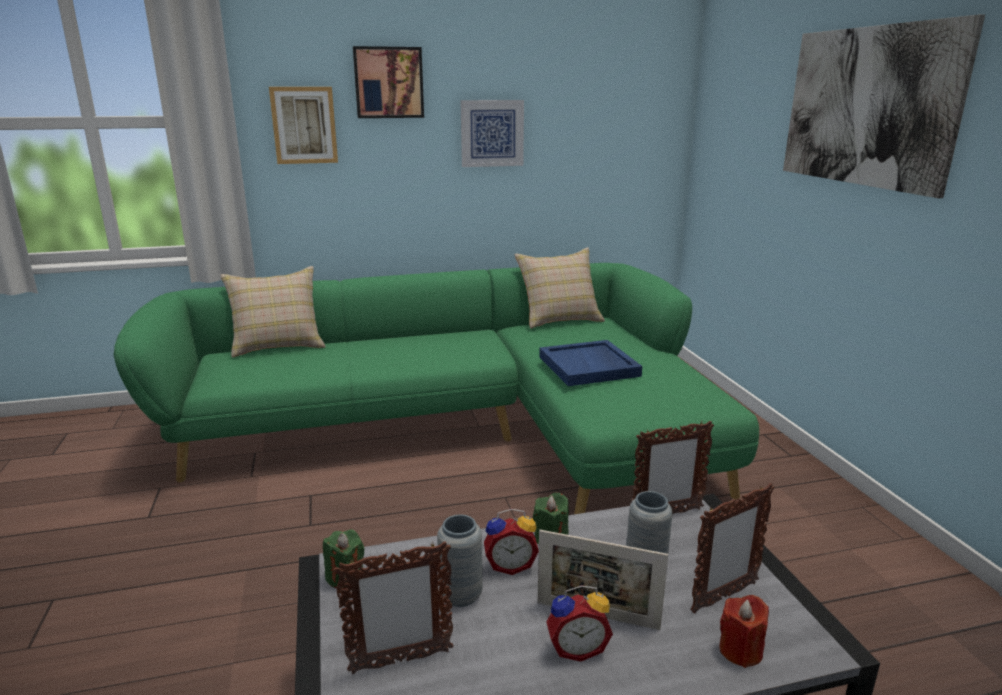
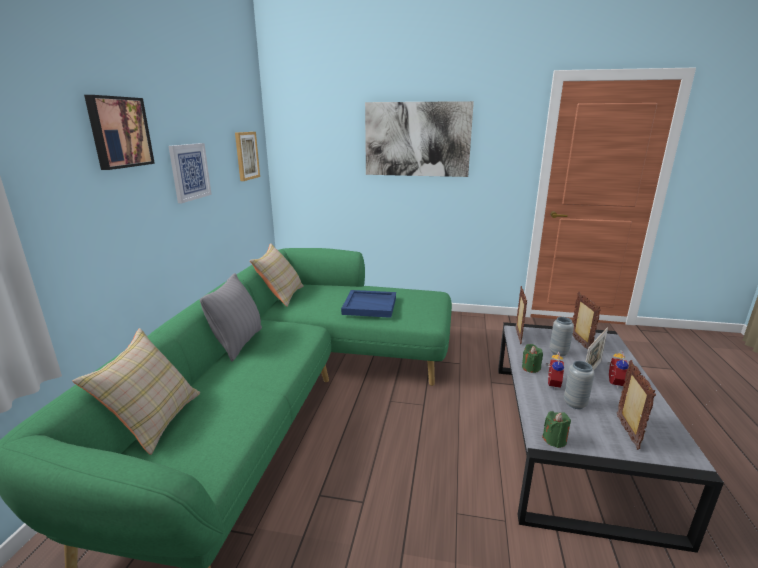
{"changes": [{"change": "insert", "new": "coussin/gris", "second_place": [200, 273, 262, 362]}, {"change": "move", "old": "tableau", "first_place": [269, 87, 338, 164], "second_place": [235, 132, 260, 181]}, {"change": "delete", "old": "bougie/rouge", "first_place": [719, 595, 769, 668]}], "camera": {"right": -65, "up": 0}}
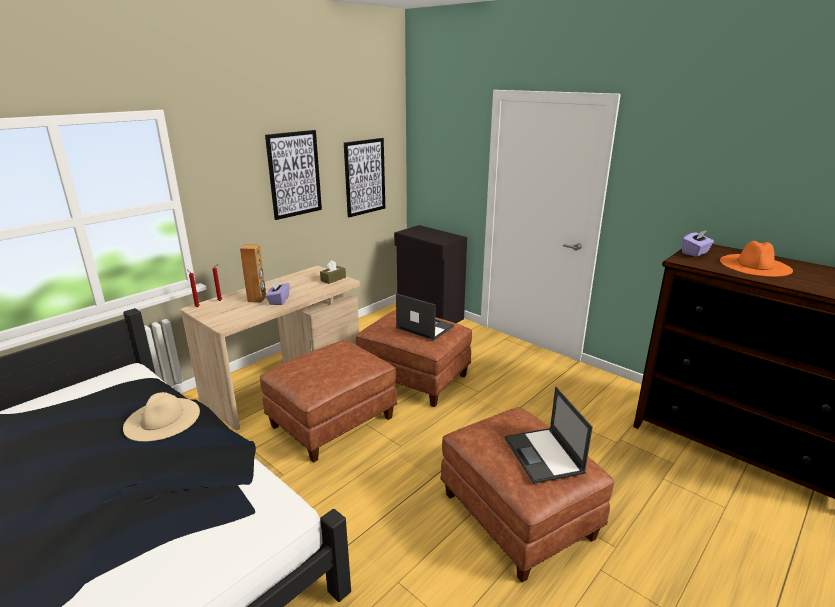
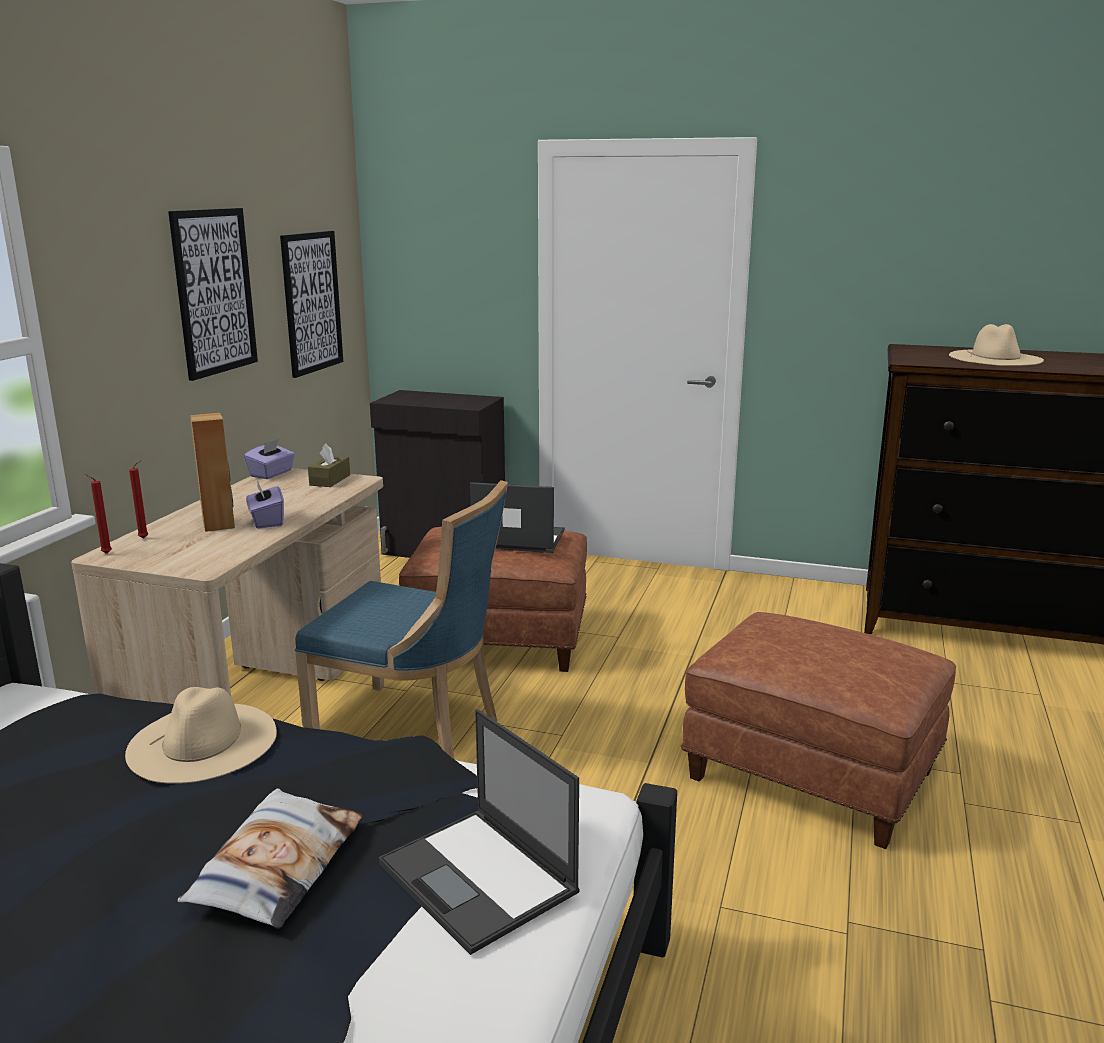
{"changes": [{"change": "insert", "new": "coussin", "second_place": [177, 789, 363, 929]}, {"change": "move", "old": "boîte à mouchoirs/violet", "first_place": [682, 230, 714, 257], "second_place": [244, 439, 295, 479]}, {"change": "replace", "old": "pouf/marron", "new": "chaise/bleu", "first_place": [260, 340, 397, 463], "second_place": [295, 480, 508, 759]}, {"change": "move", "old": "ordinateur portable", "first_place": [505, 387, 593, 484], "second_place": [379, 709, 580, 955]}, {"change": "recolor", "old": "chapeau/orange", "new": "chapeau/beige", "first_place": [720, 241, 793, 277], "second_place": [949, 324, 1044, 366]}], "camera": {"right": -25, "up": -5}}
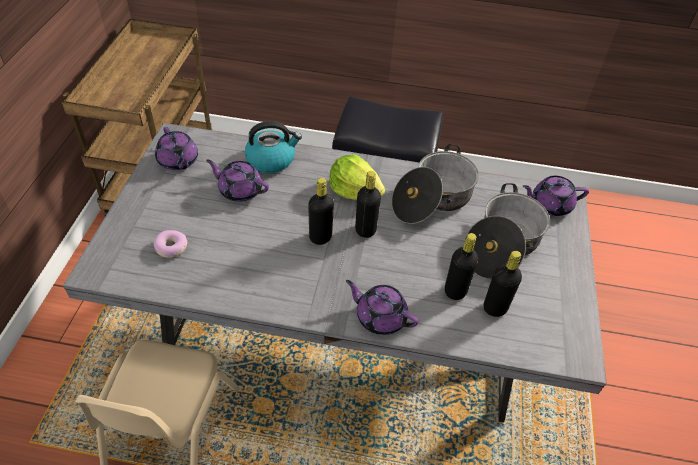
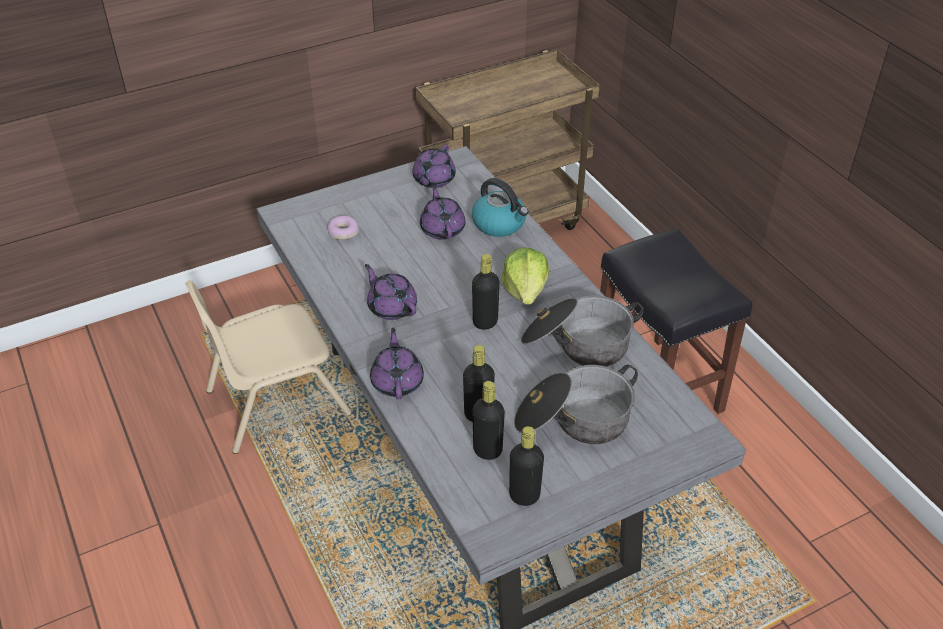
{"changes": [{"change": "move", "old": "théière/violet", "first_place": [523, 176, 589, 216], "second_place": [365, 264, 417, 320]}, {"change": "move", "old": "bouteille/noir", "first_place": [308, 178, 334, 245], "second_place": [509, 426, 544, 506]}], "camera": {"right": 55, "up": -5}}
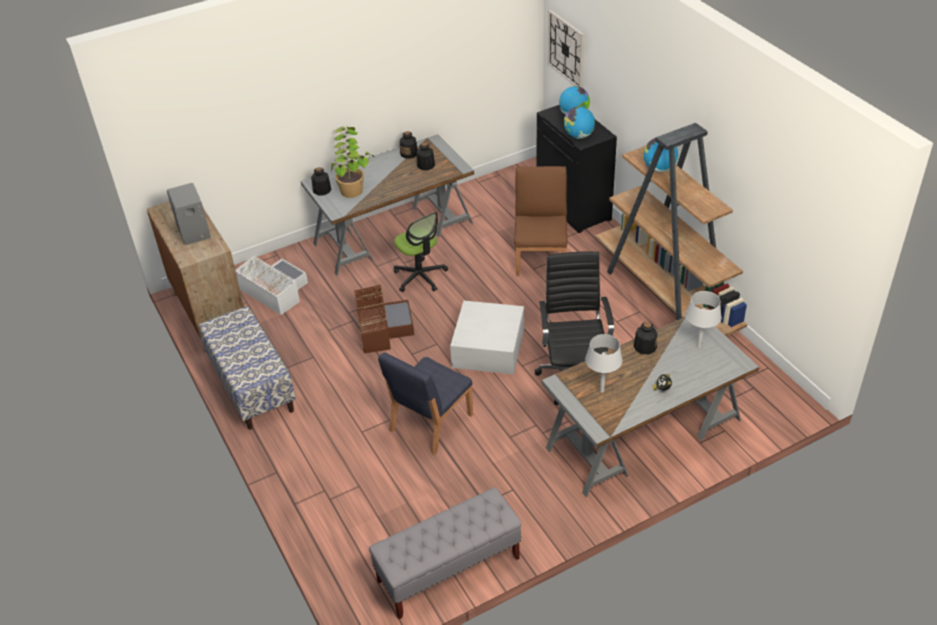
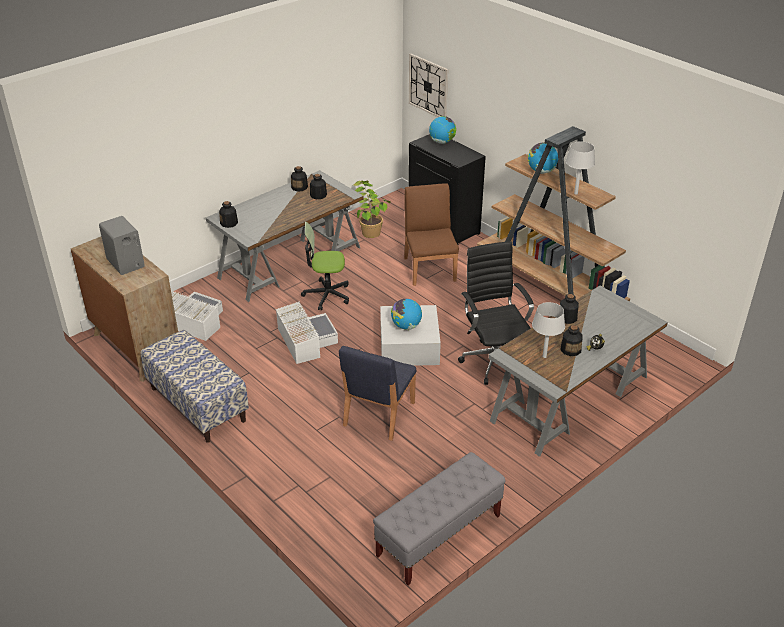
{"changes": [{"change": "recolor", "old": "boîte de rangement/marron", "new": "boîte de rangement/blanc", "first_place": [354, 285, 414, 353], "second_place": [276, 301, 338, 364]}, {"change": "rotate", "old": "chaise de bureau", "first_place": [394, 212, 448, 292], "second_place": [301, 222, 349, 310], "degrees": 135}, {"change": "move", "old": "plante en pot", "first_place": [331, 126, 375, 198], "second_place": [353, 180, 391, 238]}, {"change": "move", "old": "globe", "first_place": [564, 107, 595, 139], "second_place": [391, 299, 422, 330]}, {"change": "insert", "new": "bouteille", "second_place": [561, 325, 583, 356]}, {"change": "move", "old": "lampe de table/gris", "first_place": [686, 291, 722, 348], "second_place": [566, 141, 595, 195]}], "camera": {"right": -15, "up": -5}}
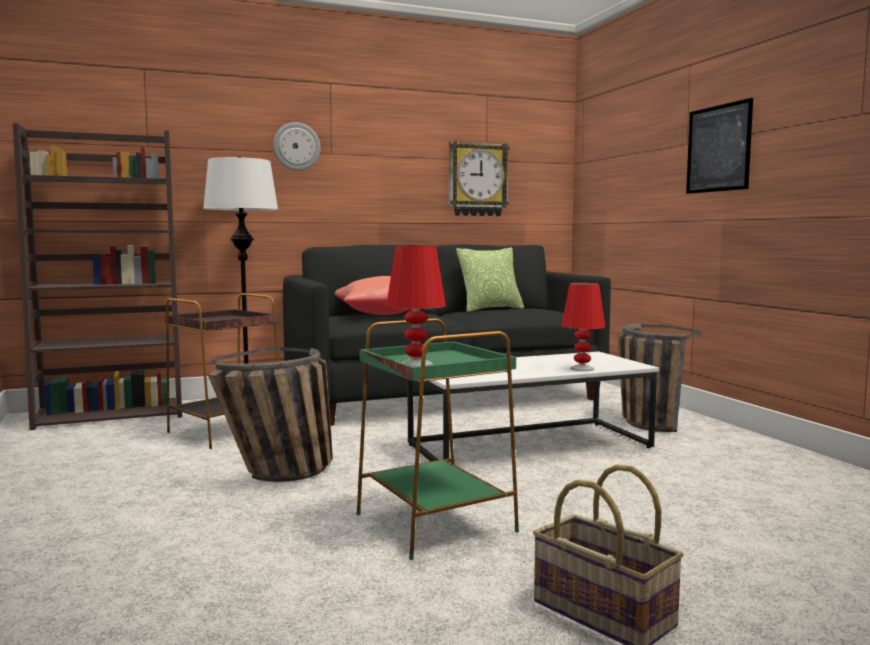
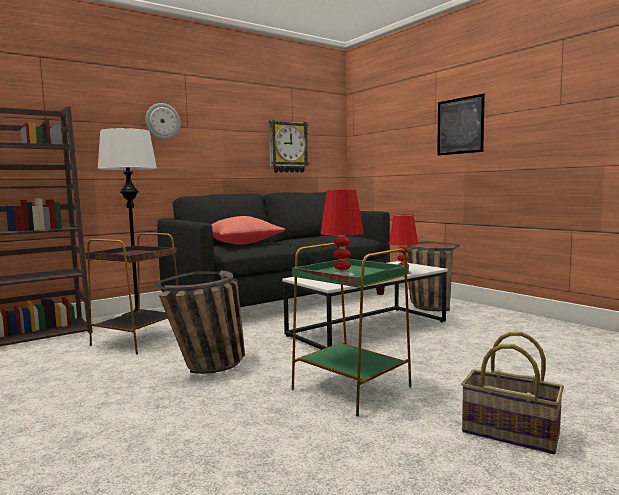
{"changes": [{"change": "delete", "old": "coussin", "first_place": [456, 247, 524, 312]}], "camera": {"right": -15, "up": 0}}
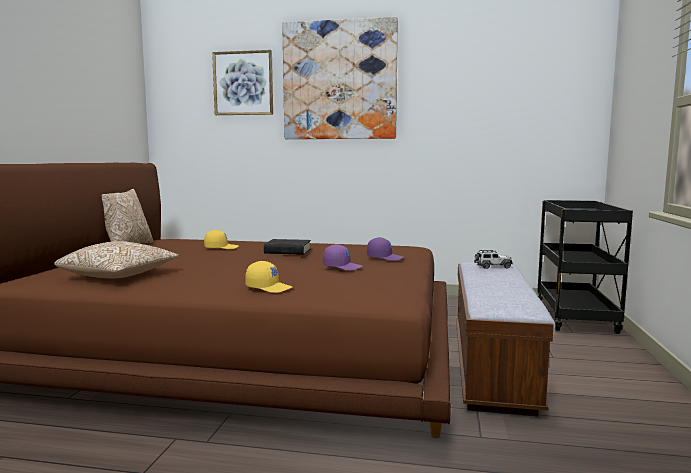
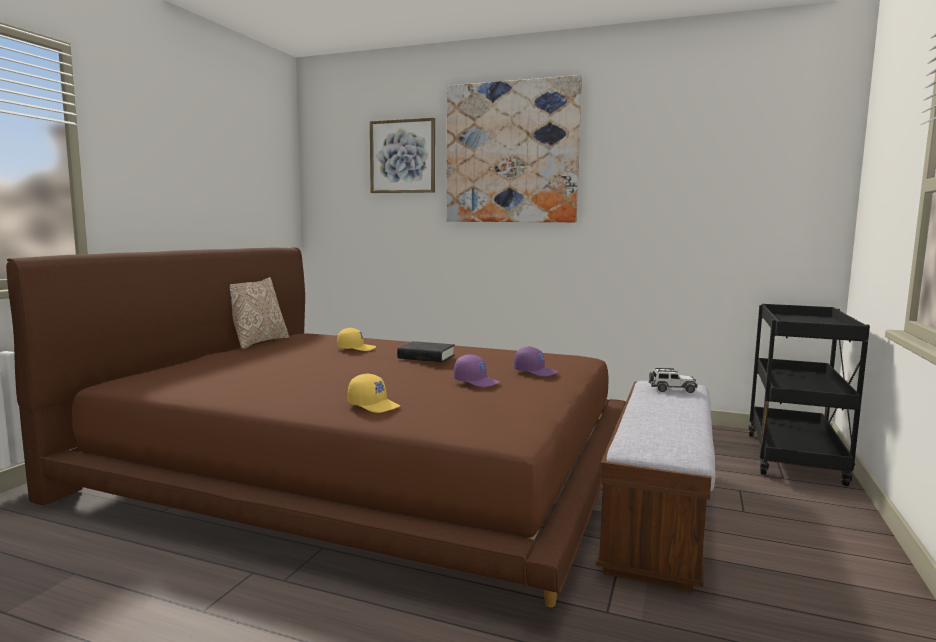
{"changes": [{"change": "delete", "old": "coussin", "first_place": [54, 241, 179, 278]}], "camera": {"right": 10, "up": 0}}
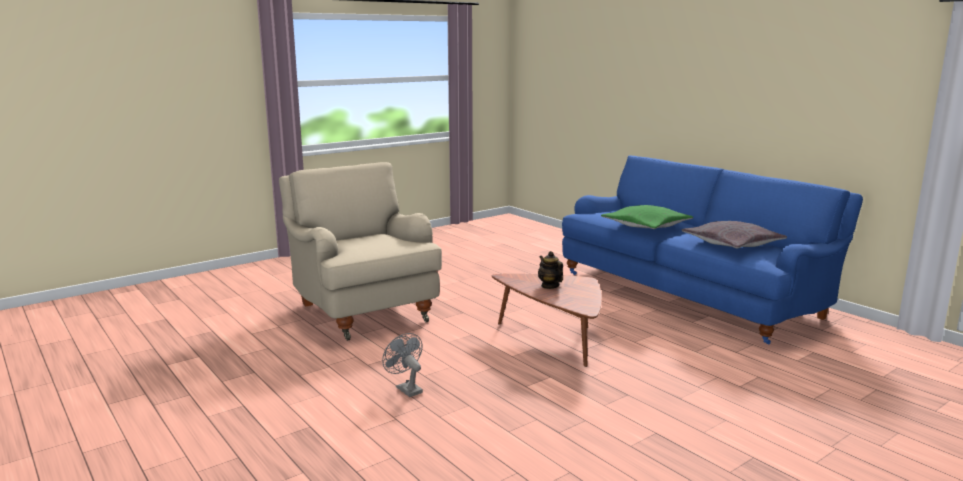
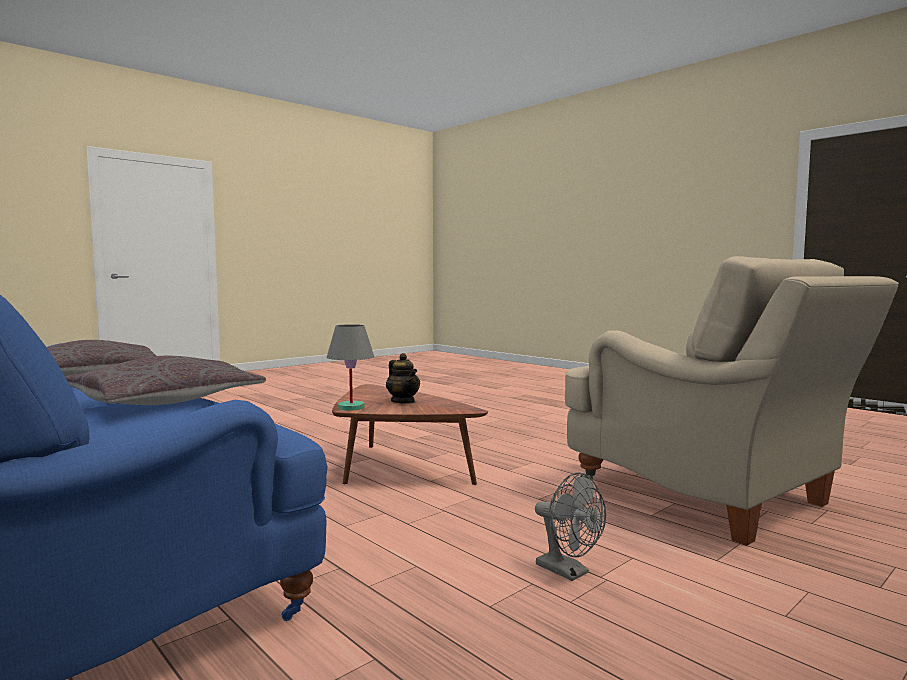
{"changes": [{"change": "recolor", "old": "coussin/vert", "new": "coussin/gris", "first_place": [601, 205, 693, 229], "second_place": [65, 356, 266, 405]}, {"change": "insert", "new": "lampe de table/gris", "second_place": [327, 324, 374, 411]}, {"change": "move", "old": "ventilateur/gris", "first_place": [382, 333, 423, 397], "second_place": [535, 472, 606, 581]}], "camera": {"right": 175, "up": -10}}
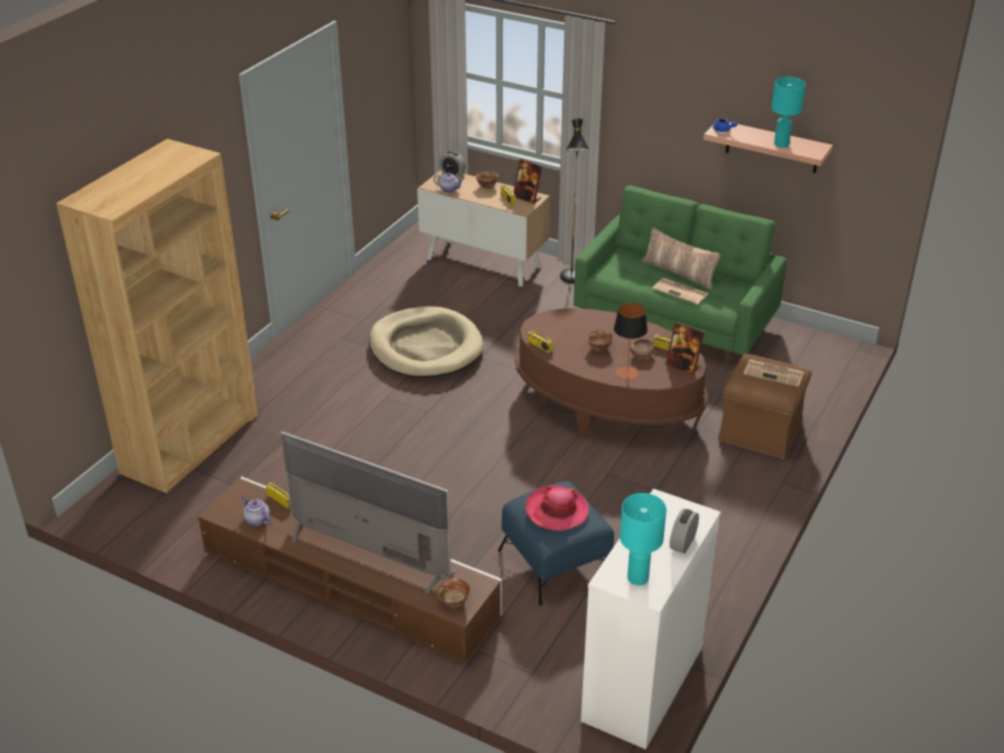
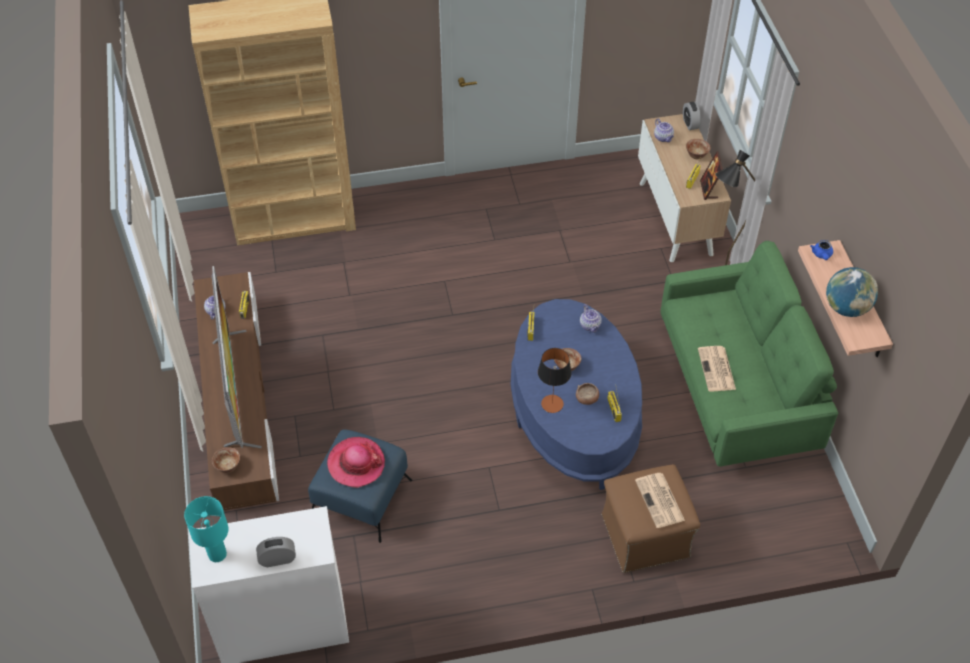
{"changes": [{"change": "recolor", "old": "table basse/marron", "new": "table basse/bleu", "first_place": [515, 308, 708, 438], "second_place": [511, 299, 642, 490]}, {"change": "insert", "new": "théière", "second_place": [580, 304, 602, 333]}, {"change": "replace", "old": "lampe de table/turquoise", "new": "globe", "first_place": [771, 77, 806, 148], "second_place": [826, 267, 878, 317]}, {"change": "delete", "old": "panier pour chien/beige", "first_place": [369, 306, 484, 378]}, {"change": "delete", "old": "coussin", "first_place": [642, 228, 721, 290]}, {"change": "delete", "old": "cadre photo", "first_place": [666, 322, 704, 375]}], "camera": {"right": 50, "up": 15}}
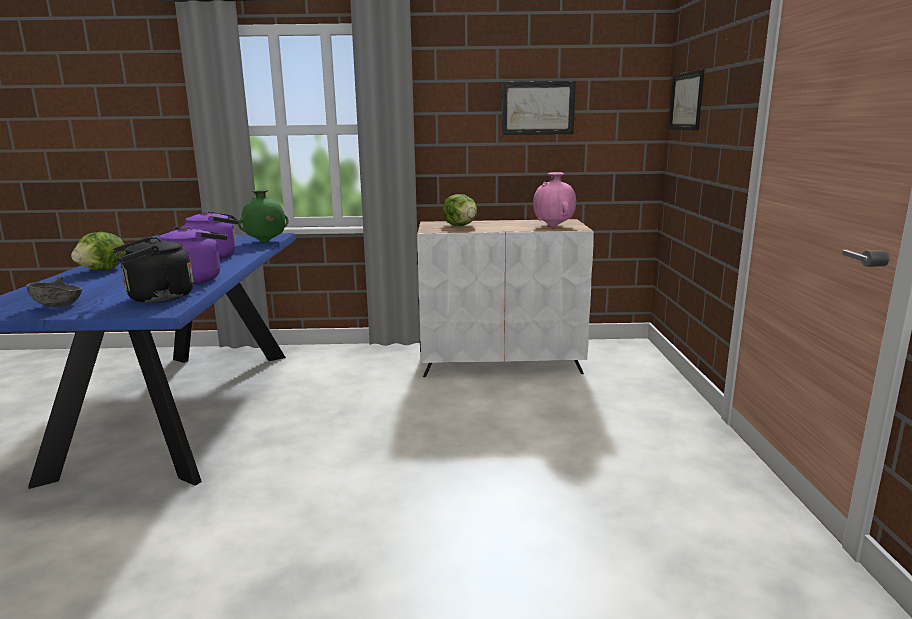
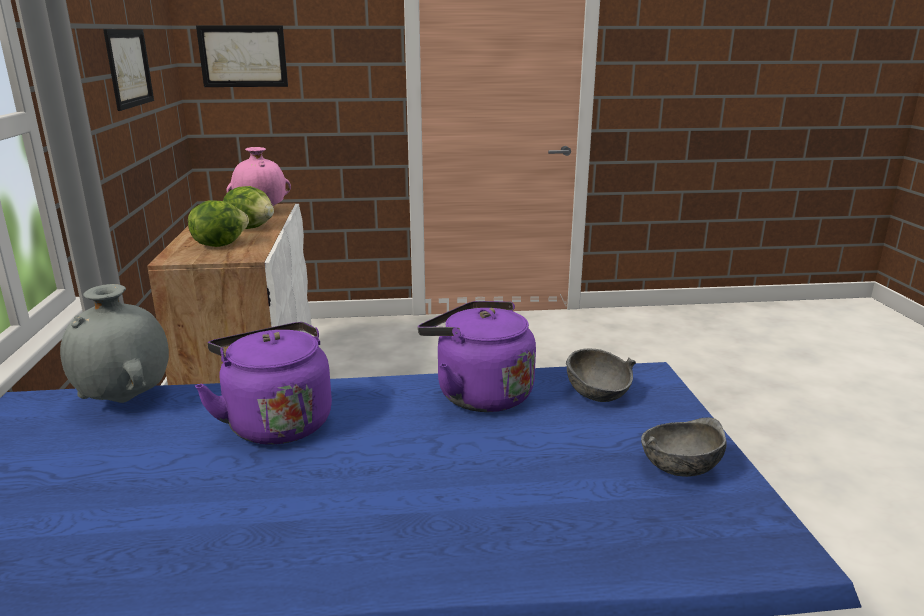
{"changes": [{"change": "recolor", "old": "vase/vert", "new": "vase/gris", "first_place": [238, 189, 289, 242], "second_place": [60, 284, 169, 403]}, {"change": "move", "old": "laitue", "first_place": [71, 232, 126, 270], "second_place": [223, 186, 274, 229]}, {"change": "replace", "old": "bouilloire/noir", "new": "bol/gris", "first_place": [113, 237, 193, 303], "second_place": [566, 348, 636, 402]}], "camera": {"right": -95, "up": 5}}
